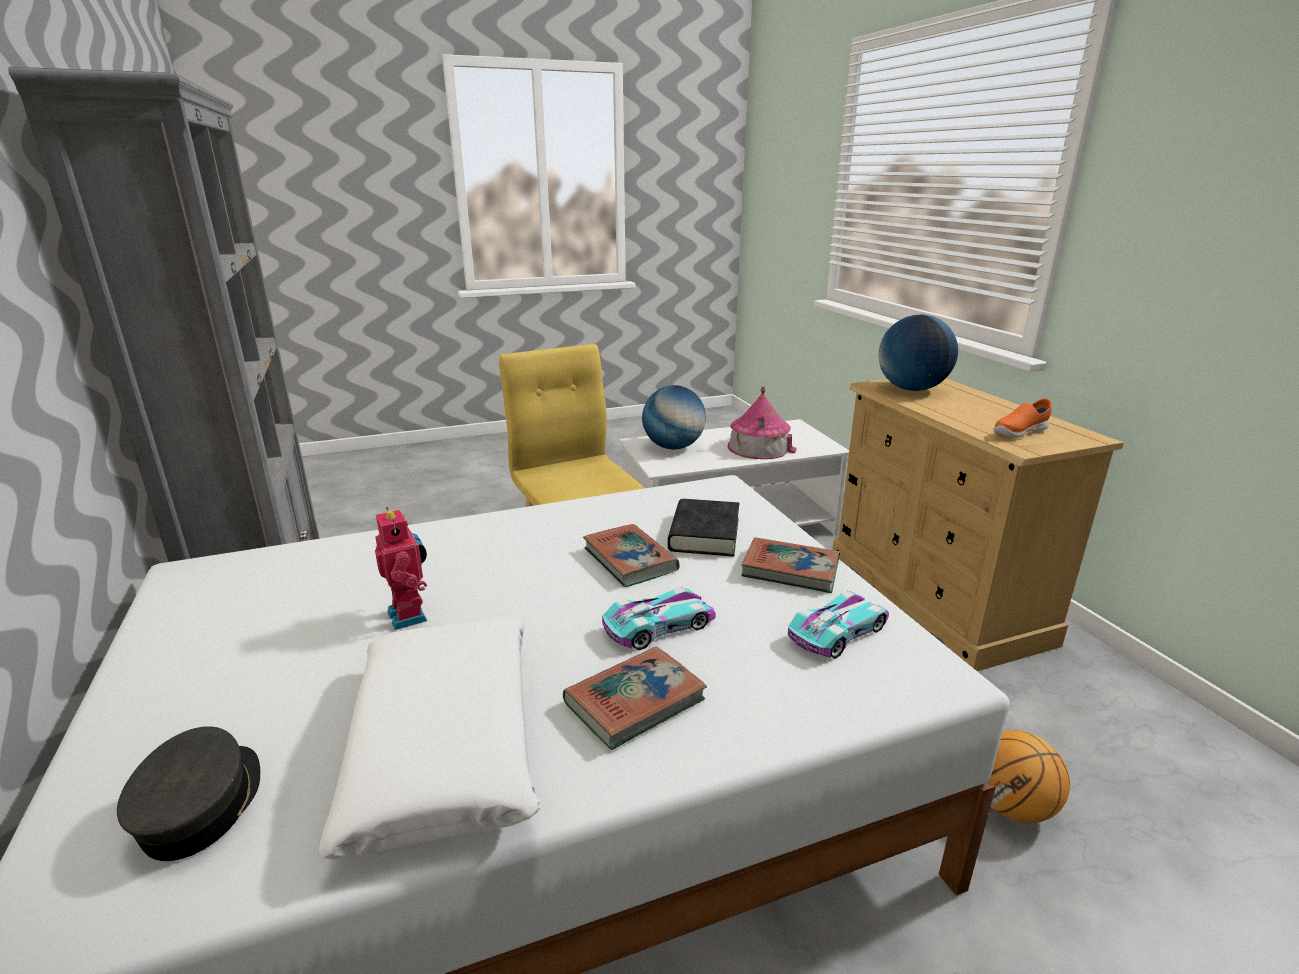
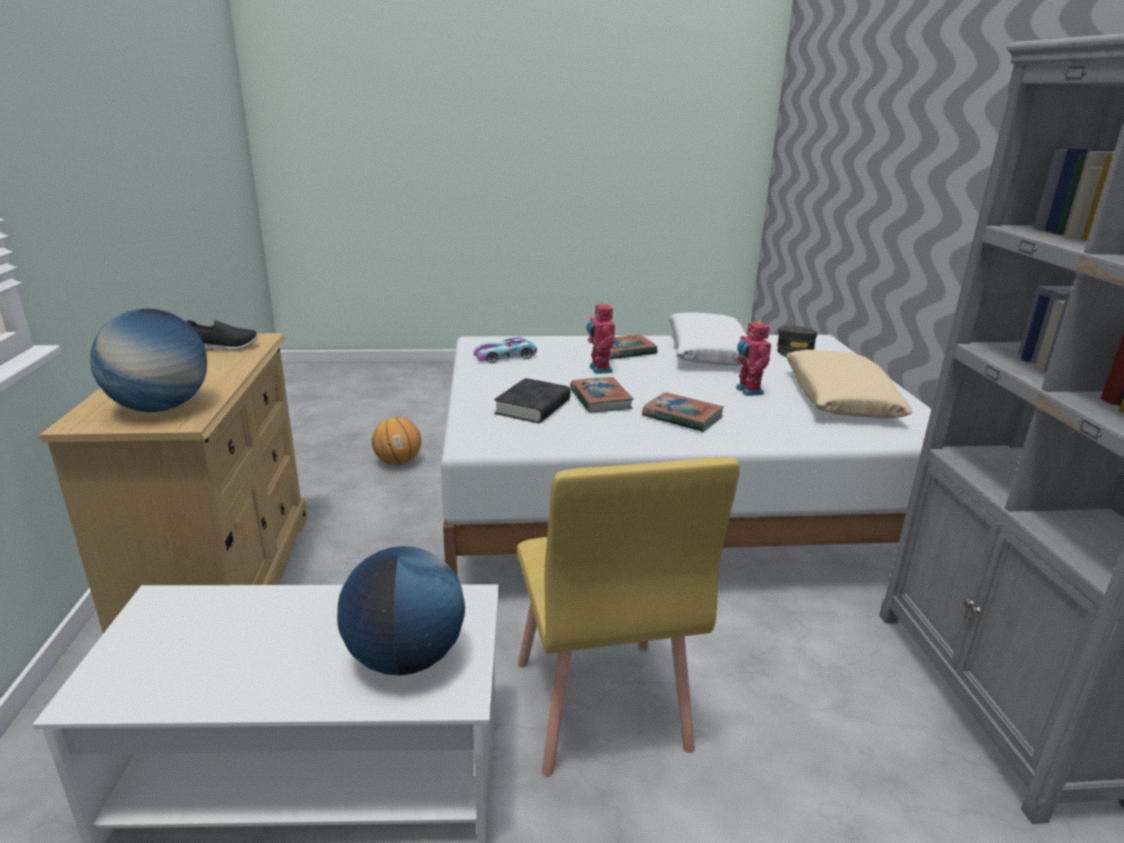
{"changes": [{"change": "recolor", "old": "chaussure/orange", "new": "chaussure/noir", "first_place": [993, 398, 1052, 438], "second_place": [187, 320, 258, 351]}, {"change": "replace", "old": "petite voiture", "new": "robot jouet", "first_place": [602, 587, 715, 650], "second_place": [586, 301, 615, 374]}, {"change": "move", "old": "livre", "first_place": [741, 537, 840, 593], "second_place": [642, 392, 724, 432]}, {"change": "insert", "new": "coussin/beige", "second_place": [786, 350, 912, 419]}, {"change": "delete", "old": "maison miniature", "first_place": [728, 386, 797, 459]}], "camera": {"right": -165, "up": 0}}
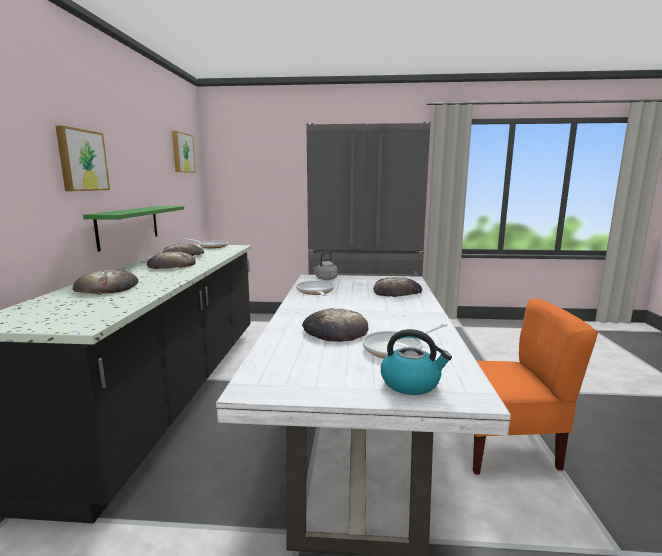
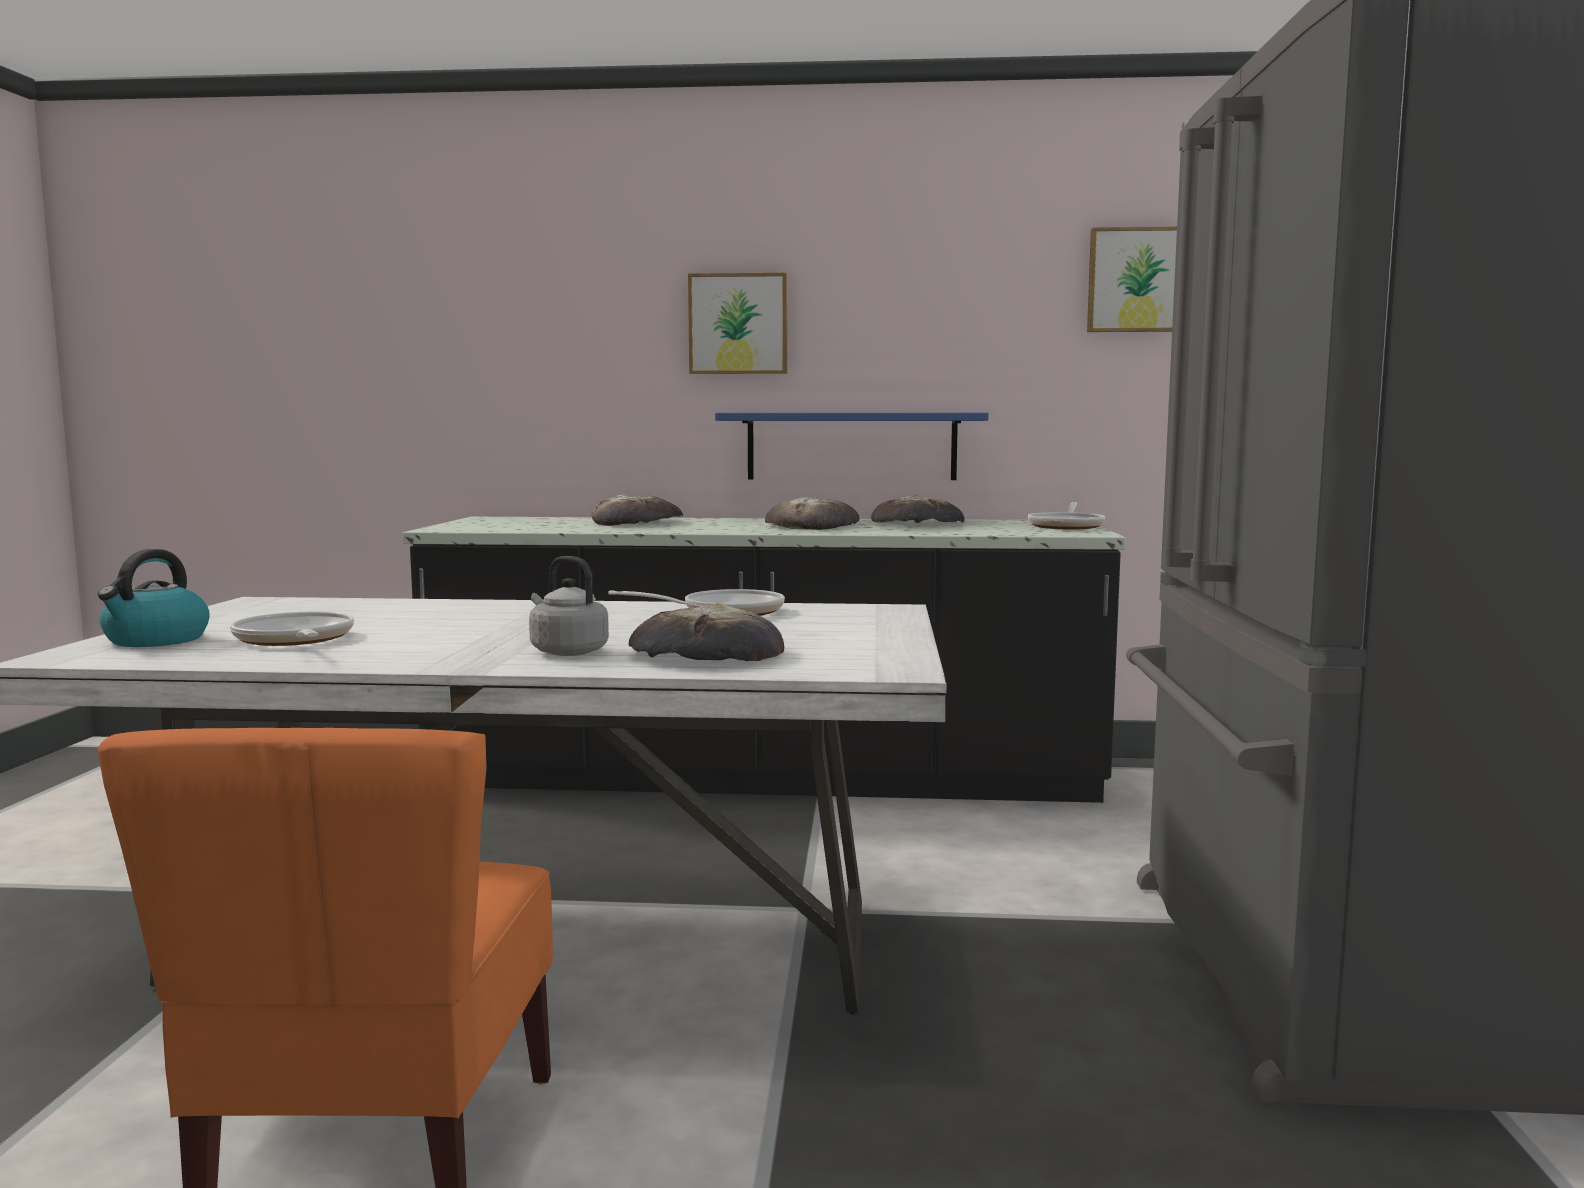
{"changes": [{"change": "move", "old": "bouilloire/gris", "first_place": [313, 252, 338, 280], "second_place": [529, 556, 609, 656]}, {"change": "recolor", "old": "étagère/vert", "new": "étagère/bleu", "first_place": [83, 206, 184, 252], "second_place": [715, 413, 989, 480]}, {"change": "delete", "old": "pain", "first_place": [302, 308, 368, 342]}], "camera": {"right": 90, "up": -5}}
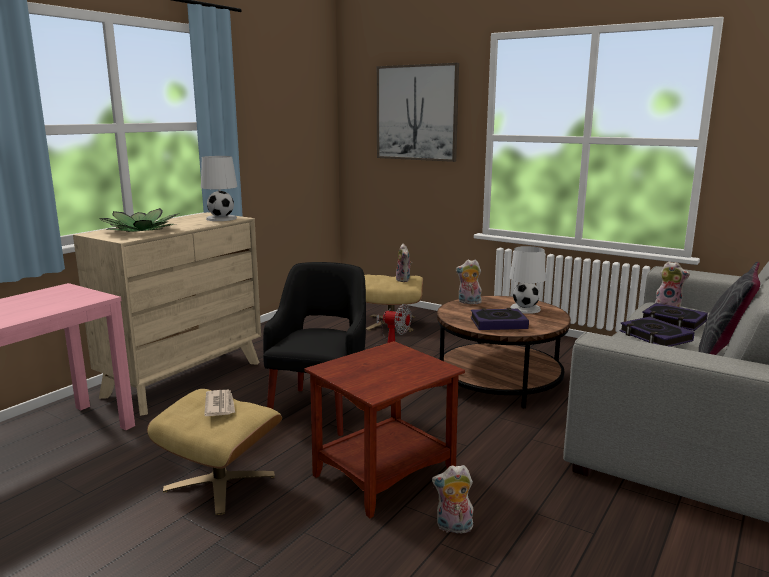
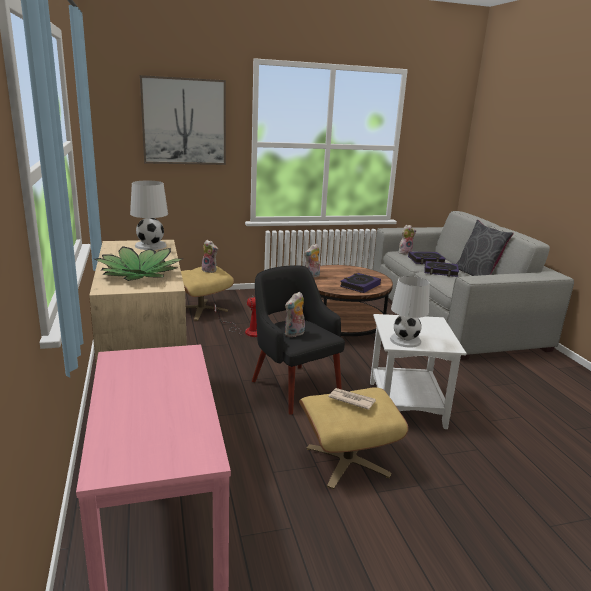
{"changes": [{"change": "move", "old": "peluche", "first_place": [432, 465, 474, 533], "second_place": [285, 291, 305, 337]}, {"change": "recolor", "old": "table d'appoint/marron", "new": "table d'appoint/blanc", "first_place": [304, 341, 465, 518], "second_place": [370, 314, 467, 429]}, {"change": "move", "old": "lampe de table/blanc", "first_place": [509, 246, 546, 314], "second_place": [390, 276, 430, 348]}], "camera": {"right": -50, "up": 5}}
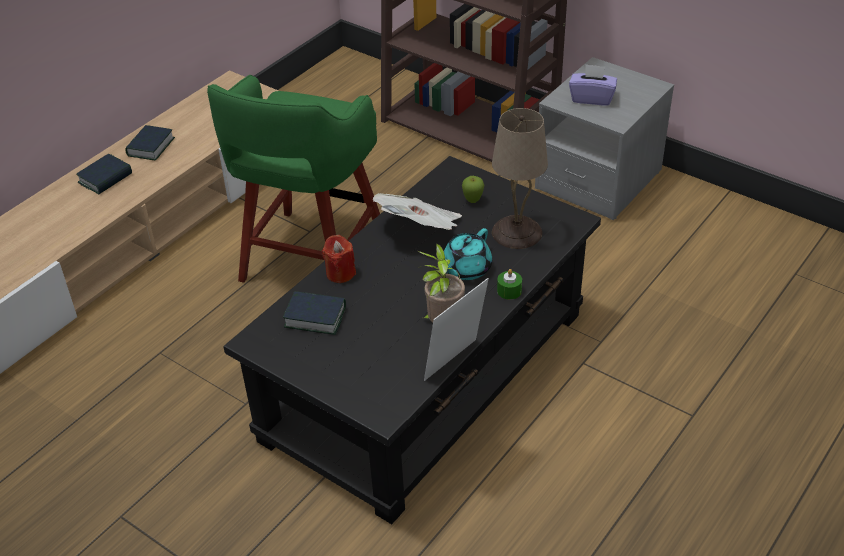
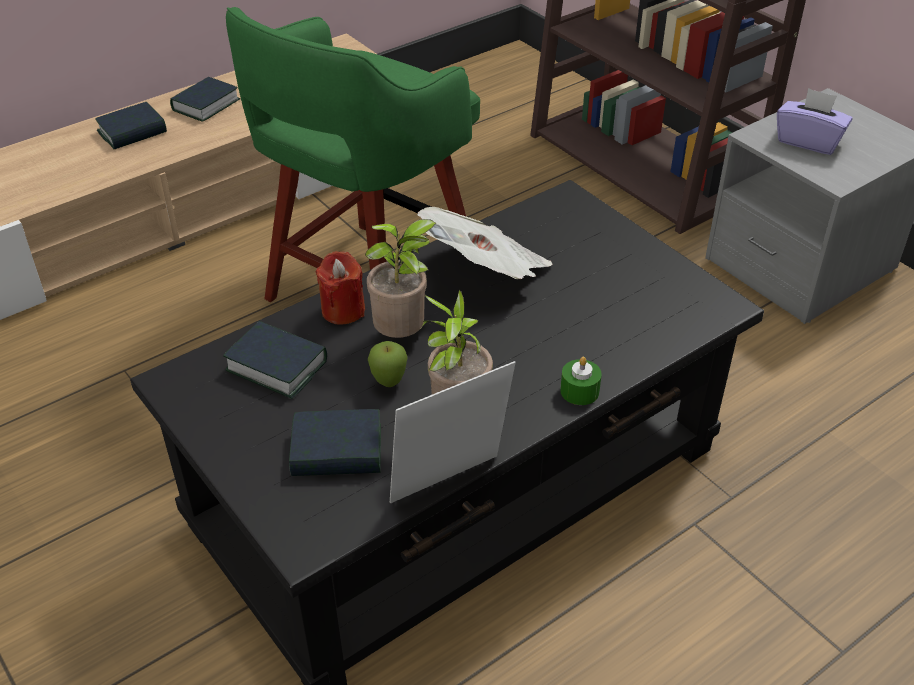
{"changes": [{"change": "insert", "new": "livre", "second_place": [289, 409, 381, 476]}, {"change": "insert", "new": "plante en pot", "second_place": [365, 219, 436, 338]}, {"change": "move", "old": "pomme", "first_place": [462, 176, 485, 203], "second_place": [368, 341, 408, 387]}, {"change": "delete", "old": "théière/turquoise", "first_place": [444, 228, 492, 280]}, {"change": "delete", "old": "lampe de table/beige", "first_place": [492, 108, 548, 249]}], "camera": {"right": 15, "up": 0}}
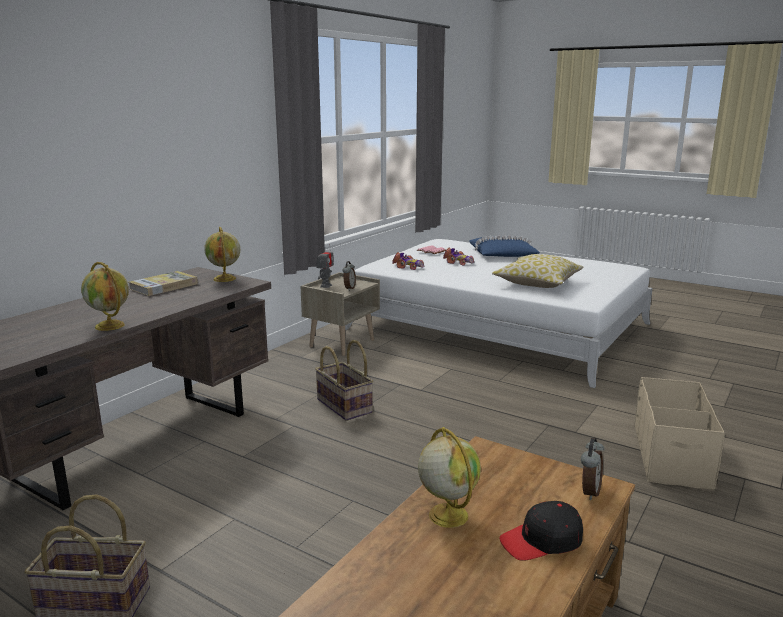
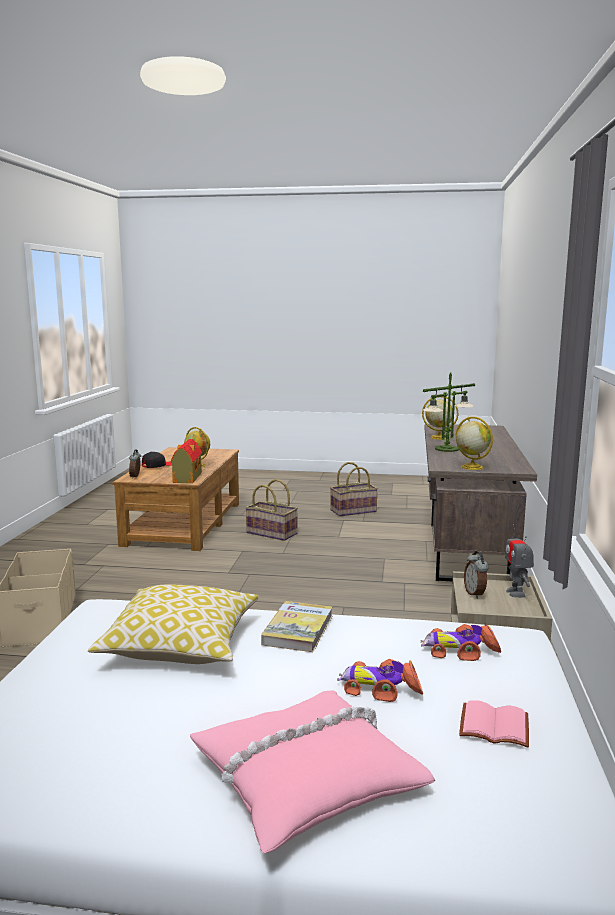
{"changes": [{"change": "insert", "new": "maison miniature", "second_place": [171, 439, 202, 483]}, {"change": "recolor", "old": "coussin/bleu", "new": "coussin/rose", "first_place": [469, 235, 540, 257], "second_place": [190, 691, 435, 854]}, {"change": "move", "old": "panier", "first_place": [315, 340, 373, 421], "second_place": [245, 479, 298, 541]}, {"change": "move", "old": "livre", "first_place": [129, 271, 198, 296], "second_place": [261, 601, 332, 652]}, {"change": "insert", "new": "lampe de table", "second_place": [423, 373, 475, 452]}], "camera": {"right": 155, "up": -5}}
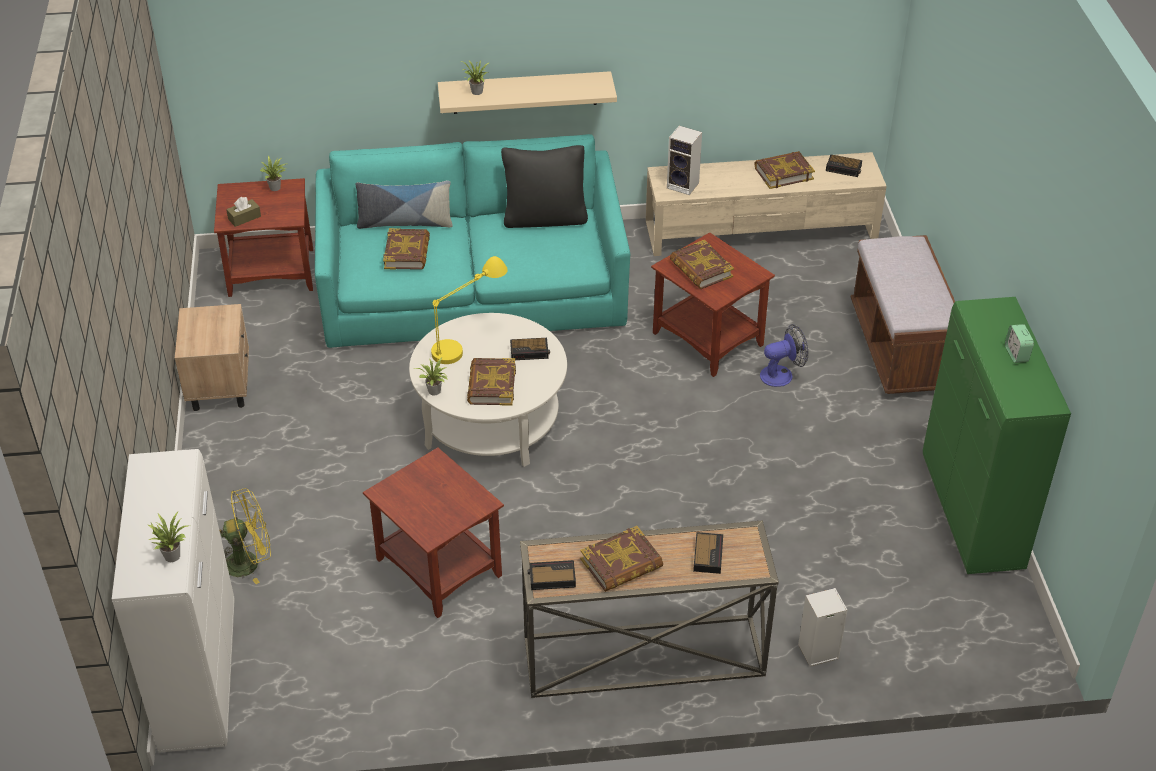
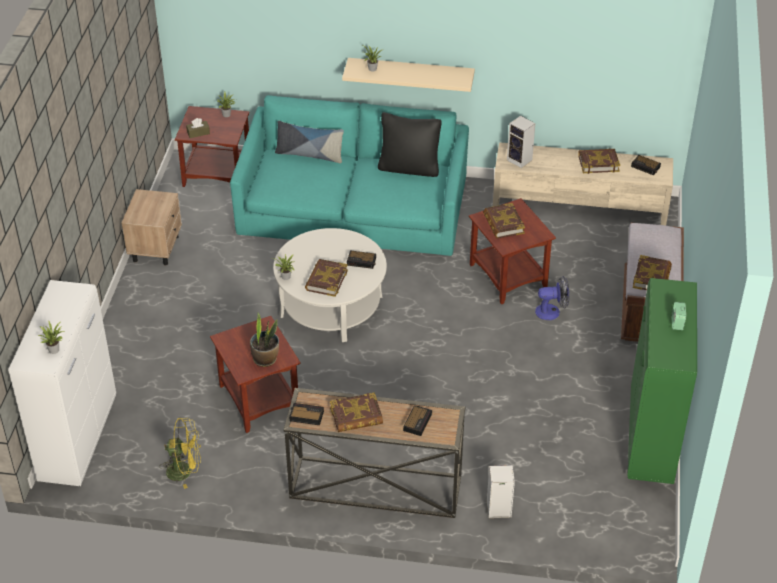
{"changes": [{"change": "move", "old": "ventilateur/jaune", "first_place": [219, 488, 271, 584], "second_place": [159, 418, 201, 489]}, {"change": "insert", "new": "plante en pot", "second_place": [250, 313, 279, 367]}, {"change": "move", "old": "livre", "first_place": [383, 228, 430, 270], "second_place": [633, 255, 672, 290]}, {"change": "delete", "old": "lampe de table/jaune", "first_place": [431, 256, 508, 364]}], "camera": {"right": 15, "up": 0}}
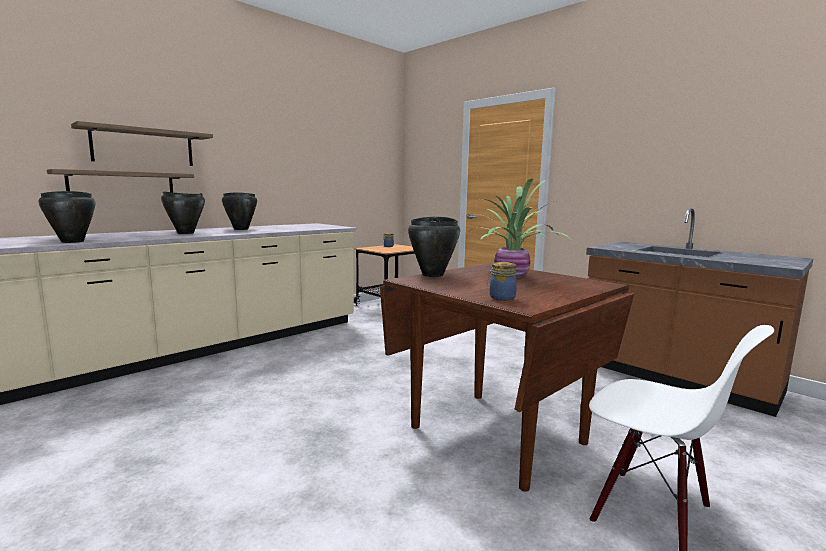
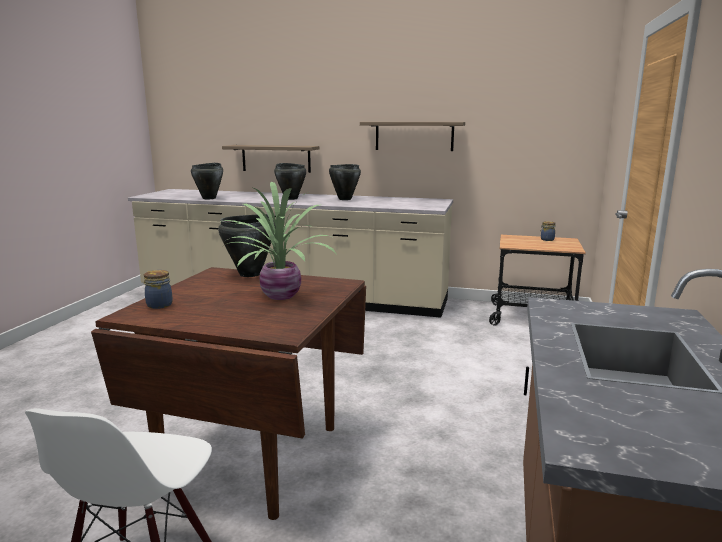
{"changes": [{"change": "move", "old": "étagère", "first_place": [71, 121, 213, 166], "second_place": [360, 122, 465, 151]}], "camera": {"right": 60, "up": 5}}
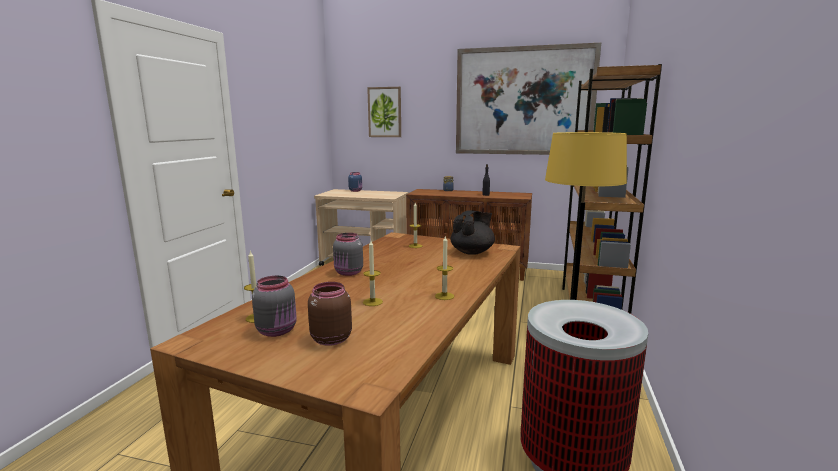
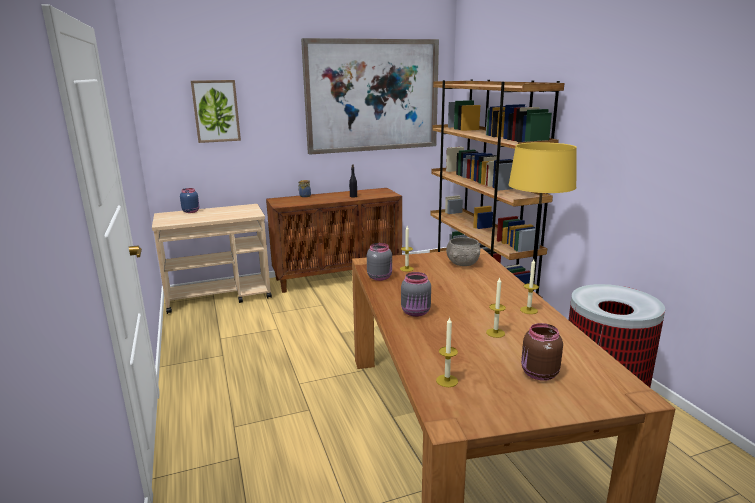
{"changes": [{"change": "move", "old": "bocal/gris", "first_place": [252, 276, 297, 337], "second_place": [367, 243, 392, 281]}, {"change": "replace", "old": "théière/noir", "new": "bol/gris", "first_place": [450, 210, 495, 255], "second_place": [446, 237, 480, 266]}], "camera": {"right": -35, "up": 5}}
